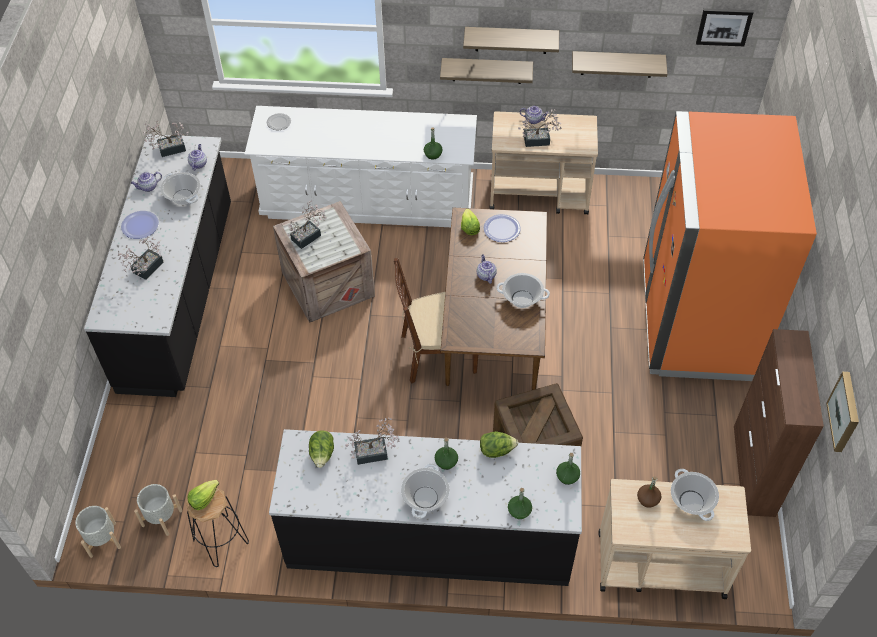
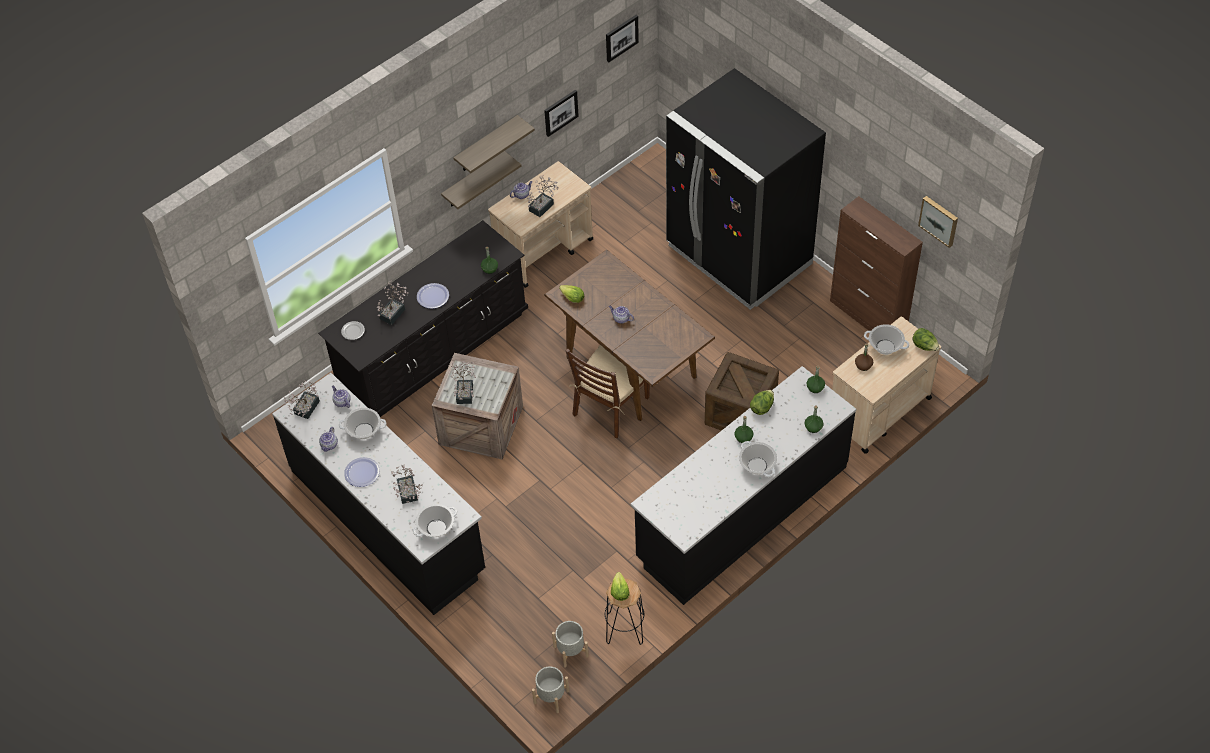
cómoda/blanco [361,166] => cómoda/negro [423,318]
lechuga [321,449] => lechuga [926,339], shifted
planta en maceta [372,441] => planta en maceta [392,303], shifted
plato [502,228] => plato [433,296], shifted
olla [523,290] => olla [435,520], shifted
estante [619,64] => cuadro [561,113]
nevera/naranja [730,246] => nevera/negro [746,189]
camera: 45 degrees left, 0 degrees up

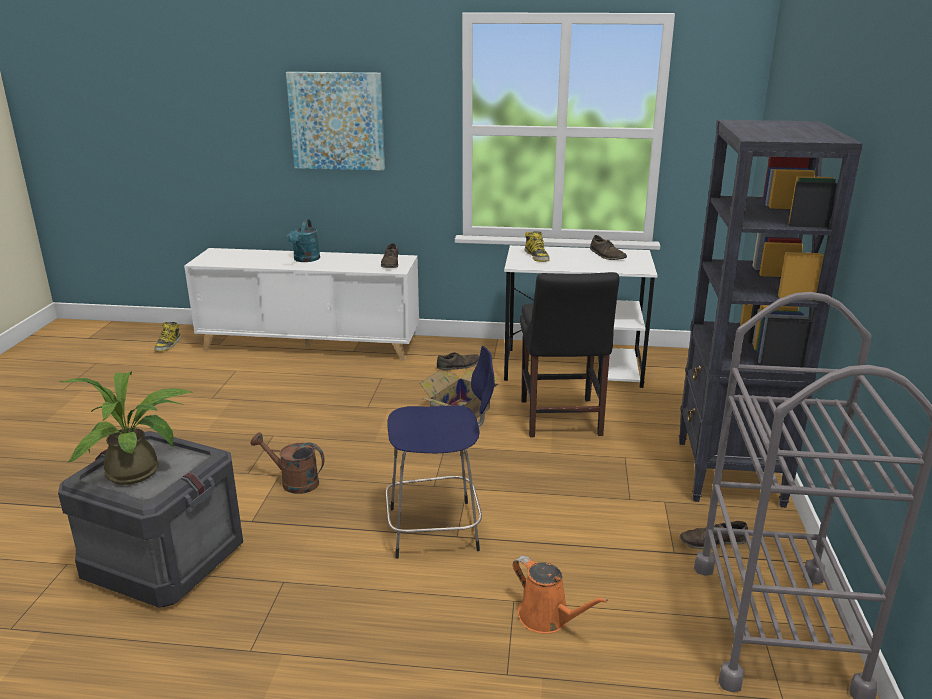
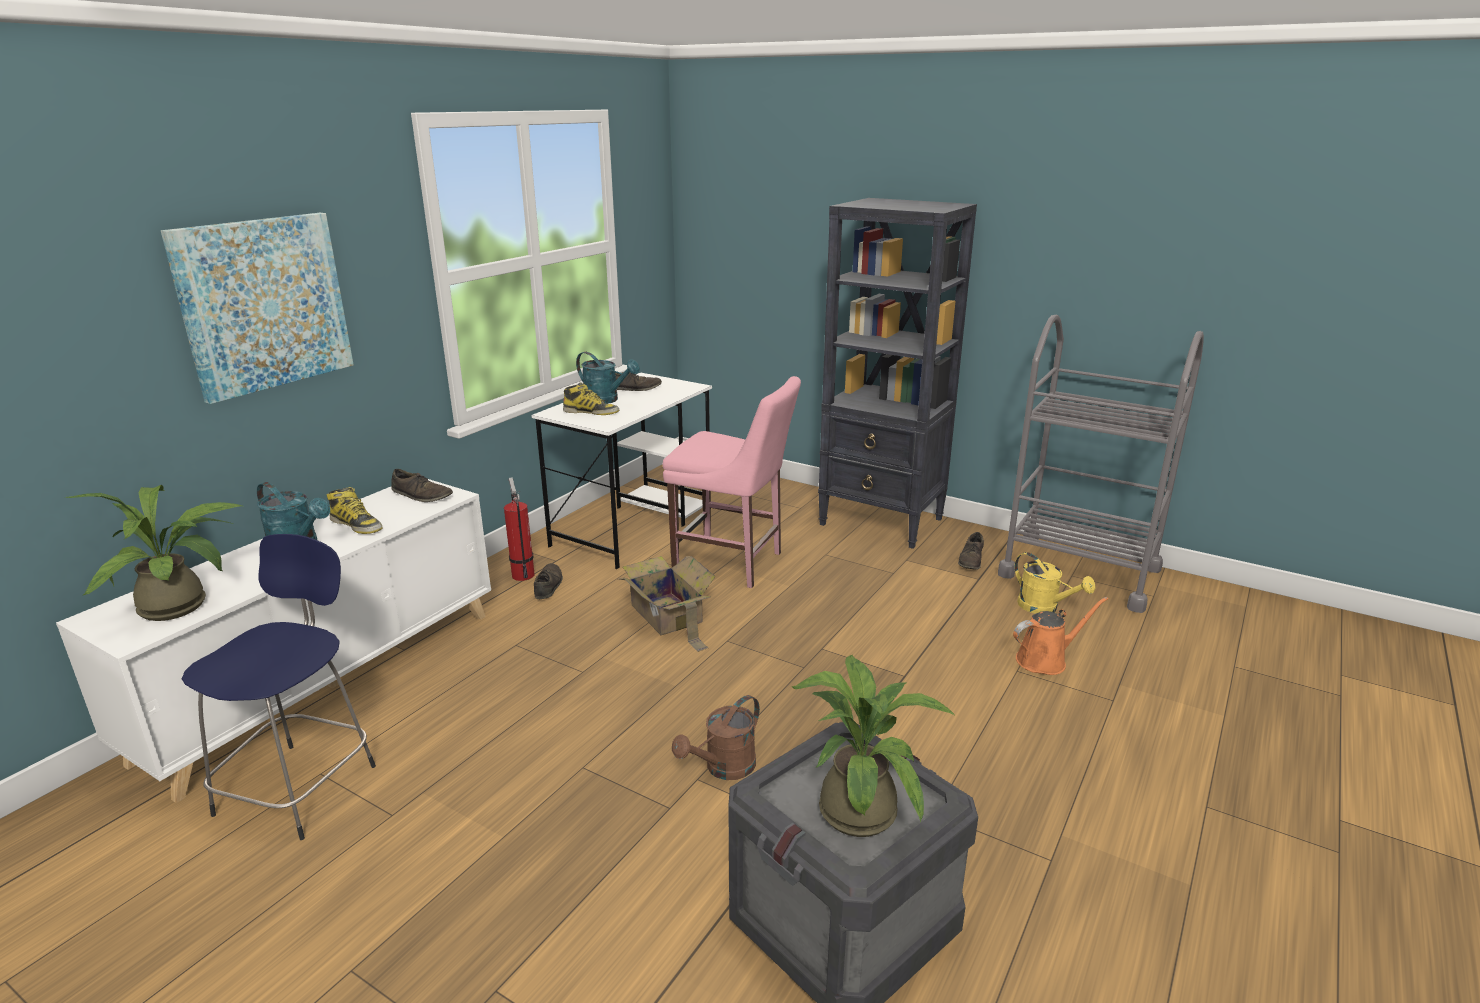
bota [167,337] => bota [354,510], shifted
taburete/azul [440,452] => taburete/azul [279,687], shifted
silla/negro [569,354] => silla/rosa [732,482]
nothing => planta en maceta [153,553]
nothing => extintor [519,529]
nothing => regadera/turquesa [608,378]
nothing => regadera/amarillo [1054,583]
camera: 65 degrees left, 0 degrees up

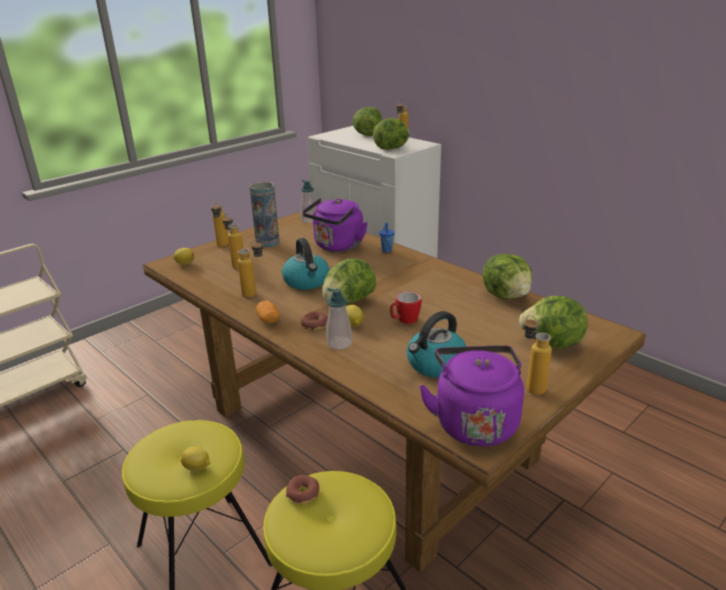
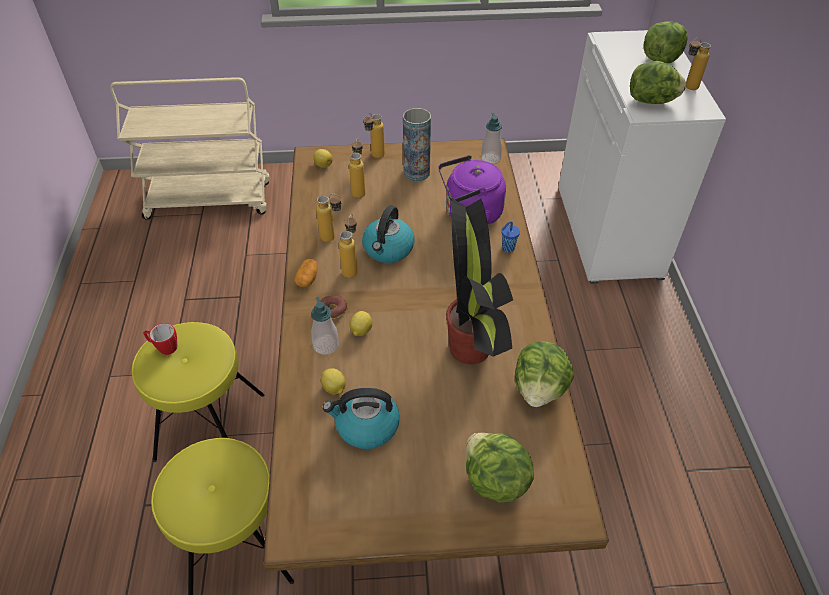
limón [195,459] => limón [333,381], shifted
rosquilla [302,489] => nothing
lechuga [349,281] => nothing
taza grande [406,307] => taza grande [160,339], shifted
hervidor/morado [471,395] => nothing
botella [538,355] => botella [348,246], shifted
nothing => planta en maceta [479,281]
camera: 40 degrees right, 20 degrees up

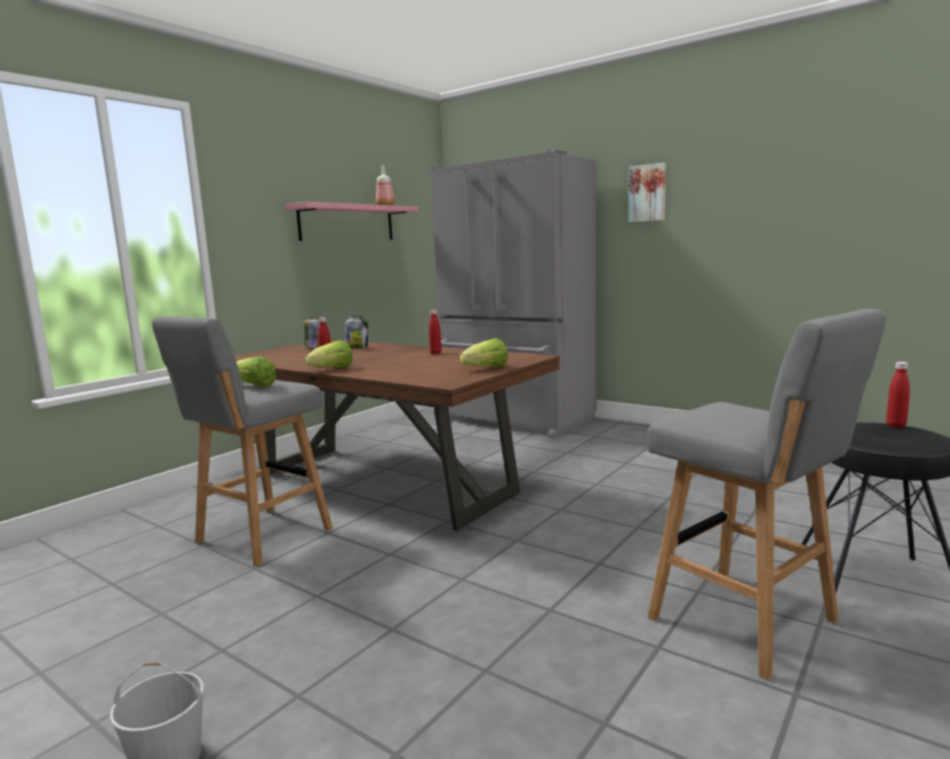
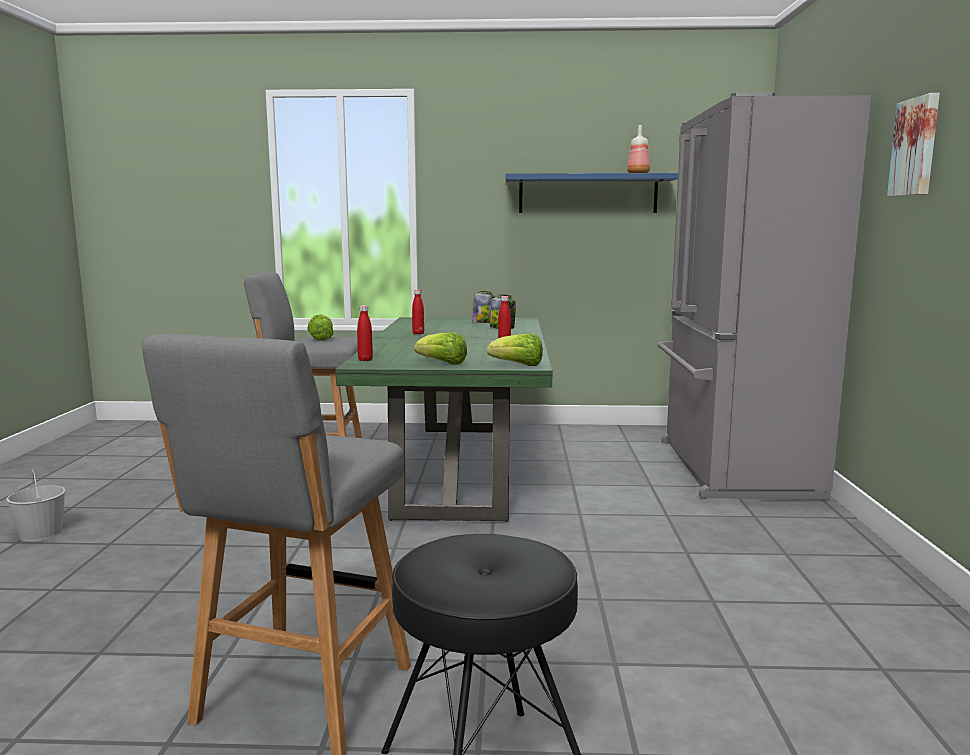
mesa de comedor/marrón [397,435] => mesa de comedor/verde [444,419]
estante/rosa [351,221] => estante/azul [591,193]
lechuga [329,354] => lechuga [515,349], shifted
botella/rojo [898,395] => botella/rojo [365,333], shifted
camera: 55 degrees right, 0 degrees up

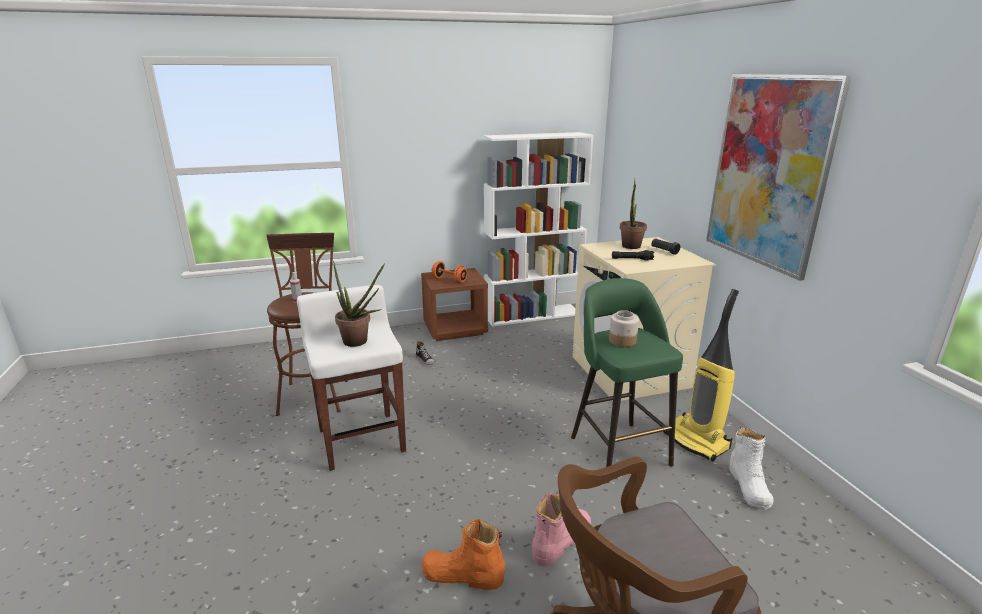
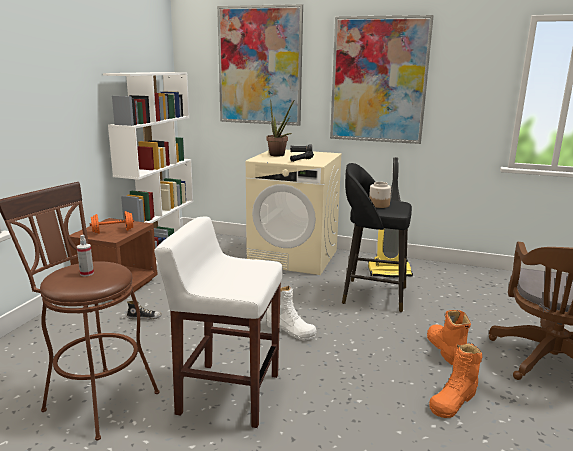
planta en maceta [359,304] => nothing
bota/rosa [561,529] => bota/naranja [449,337]
taburete/verde [627,380] => taburete/negro [377,237]
bota/blanco [751,469] => bota/blanco [292,313], shifted
nothing => cuadro [260,65]
camera: 55 degrees left, 5 degrees down

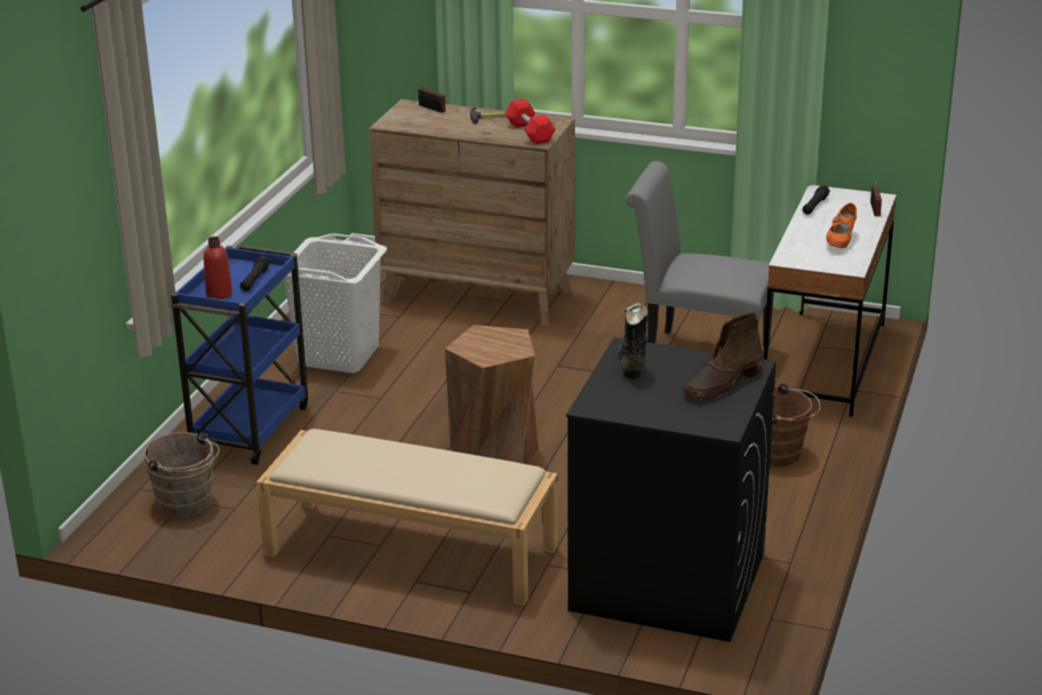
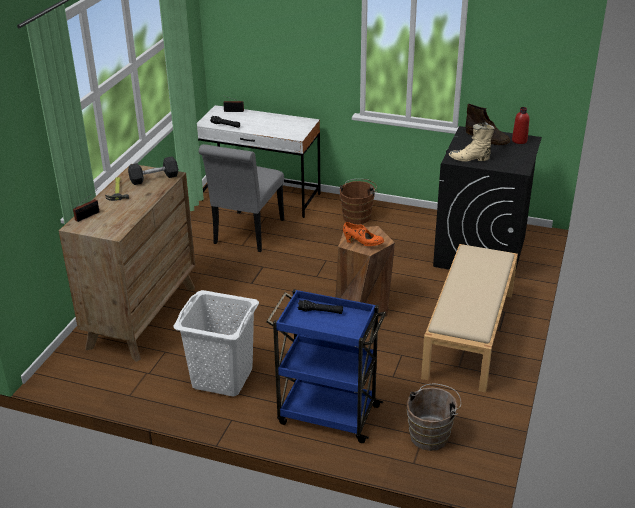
botella/rojo [217,268] => botella/rojo [520,125], shifted
mancuerna/rojo [530,121] => mancuerna/gris [153,170]
bota/negro [633,341] => bota/beis [472,141]
zapato/naranja [841,225] => zapato/naranja [363,234], shifted
camera: 90 degrees left, 5 degrees up

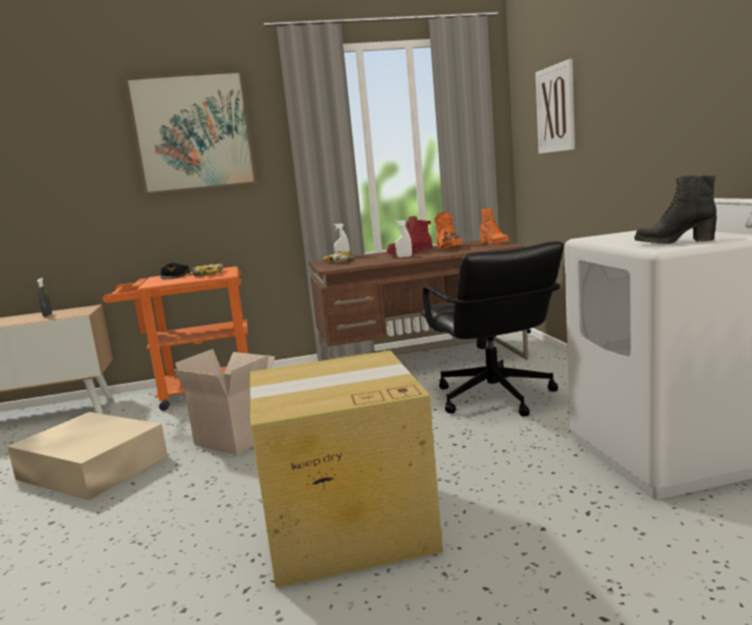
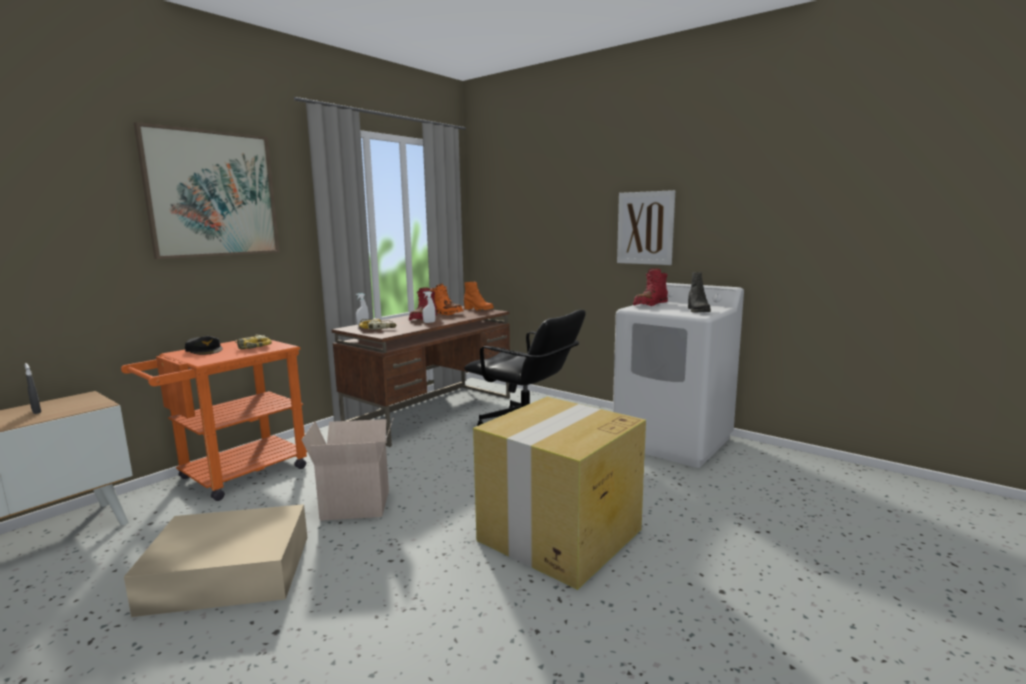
cuadro [555,106] => cuadro [646,227], shifted
bota/negro [676,209] => bota/negro [699,292], 60 degrees counterclockwise
nothing => bota/rojo [650,287]
camera: 40 degrees left, 0 degrees up

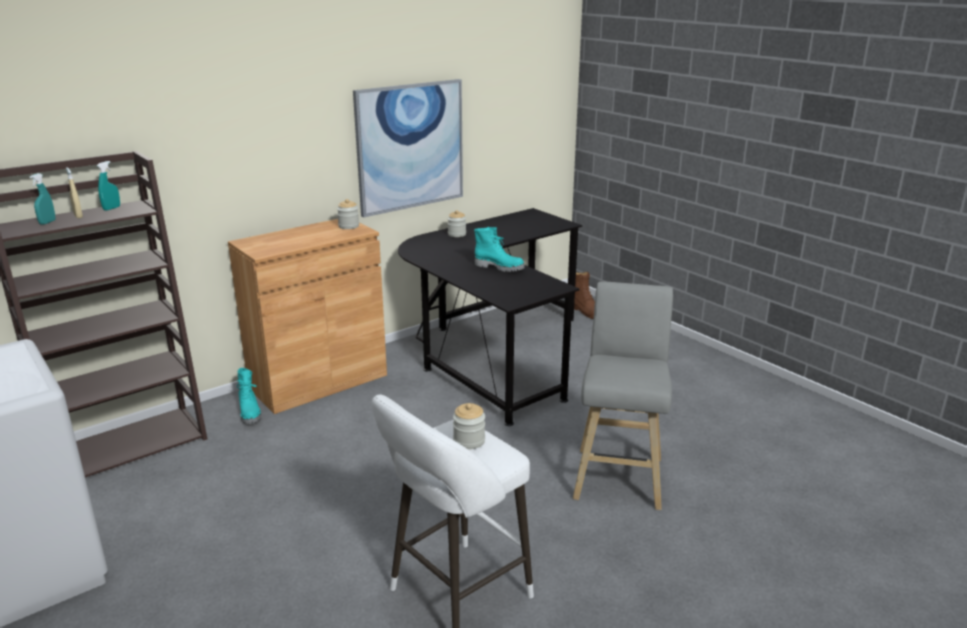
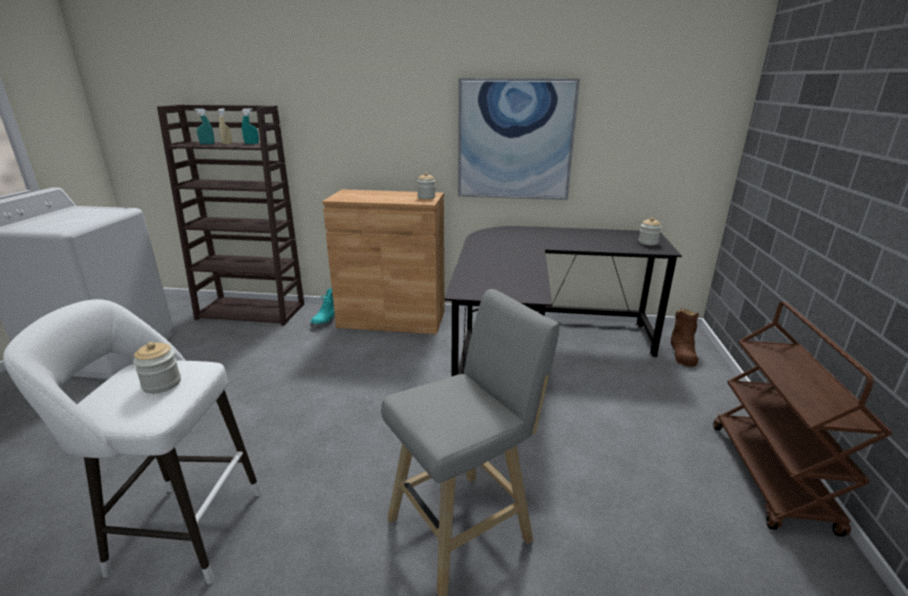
tarro [457,223] => tarro [649,231], shifted
bota/turquesa [499,249] => nothing
nothing => carrito/marrón [802,419]
camera: 45 degrees right, 0 degrees up

